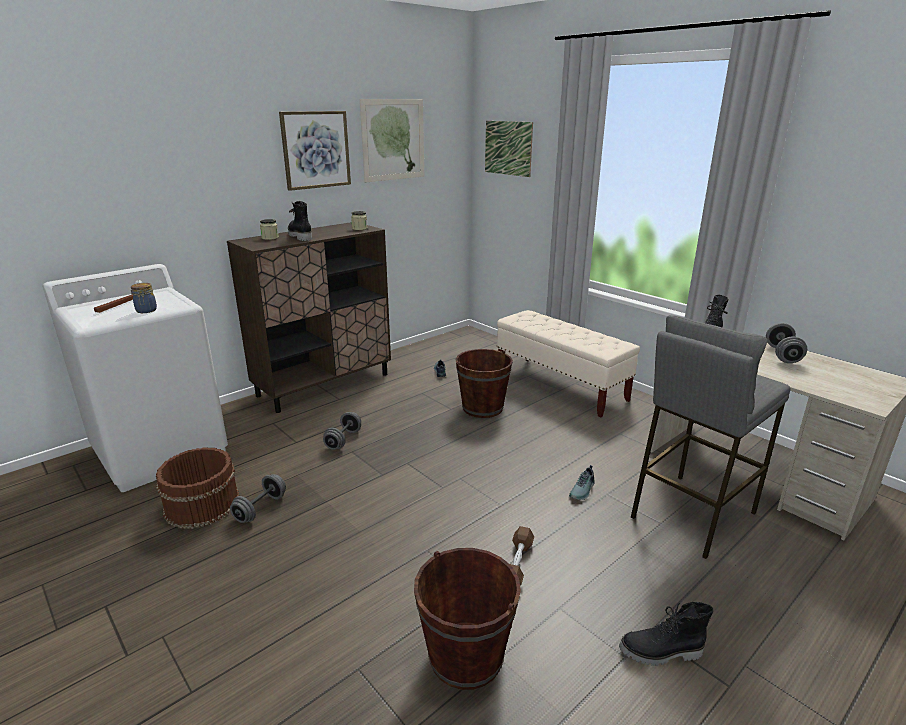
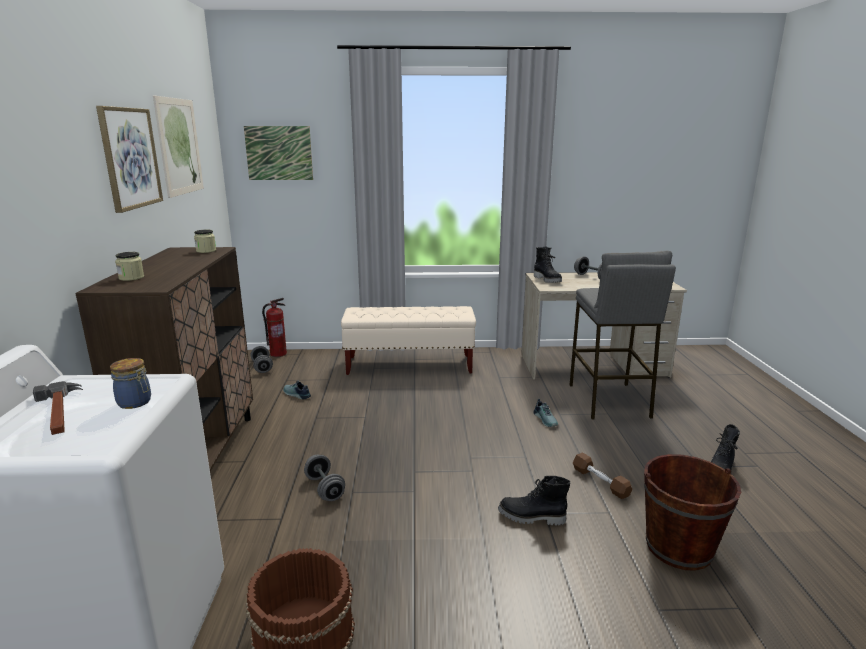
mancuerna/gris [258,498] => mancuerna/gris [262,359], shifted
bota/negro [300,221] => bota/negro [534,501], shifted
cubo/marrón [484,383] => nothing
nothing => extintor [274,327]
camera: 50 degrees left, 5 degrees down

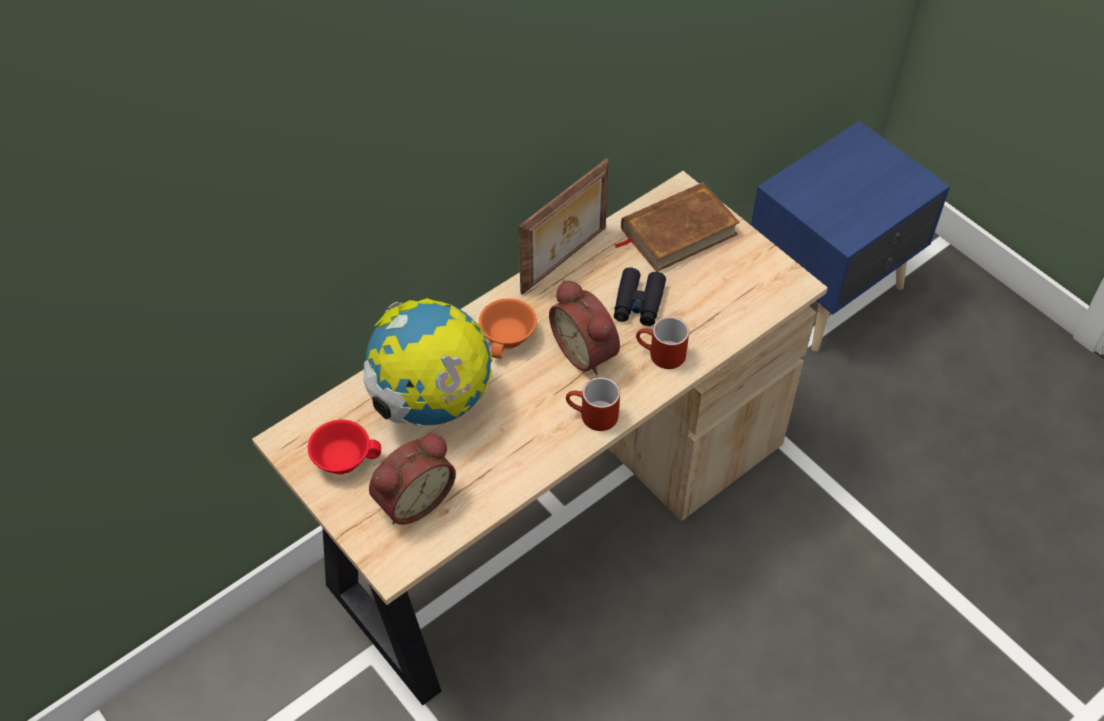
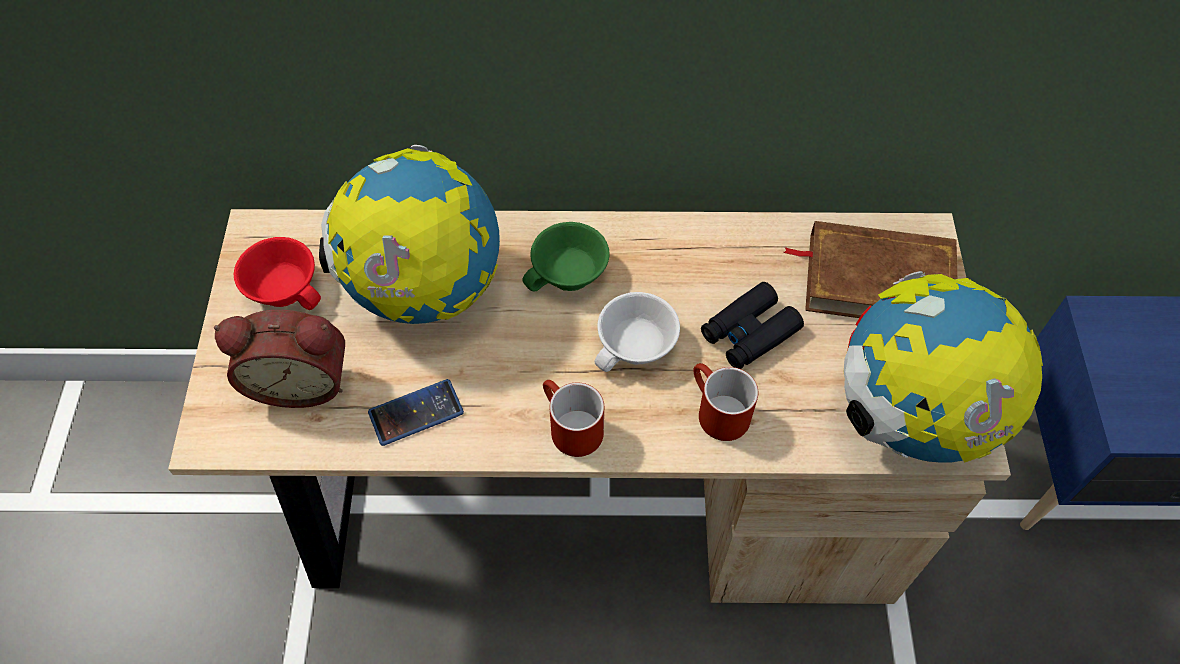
taza/naranja [508,328] => taza/verde [566,256]
portarretratos [563,226] => nothing
despertador [584,327] => taza/blanco [637,332]
nothing => móvil [416,412]
nothing => globo terráqueo [943,367]
camera: 40 degrees right, 5 degrees up

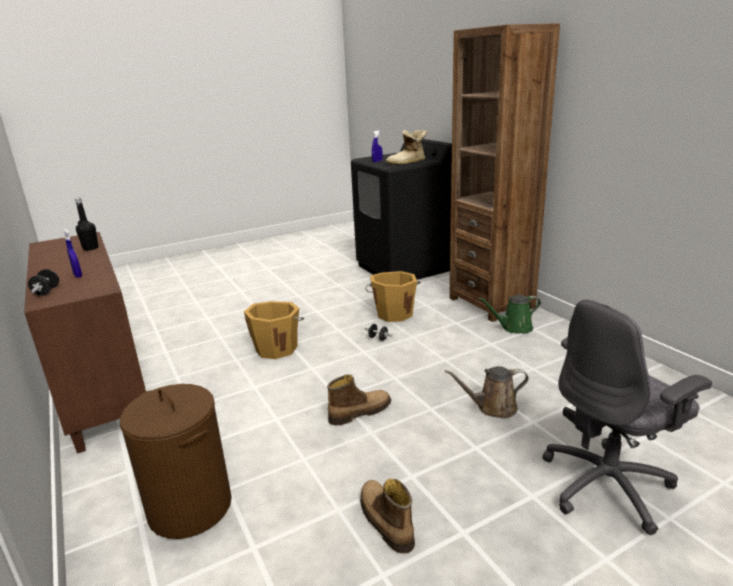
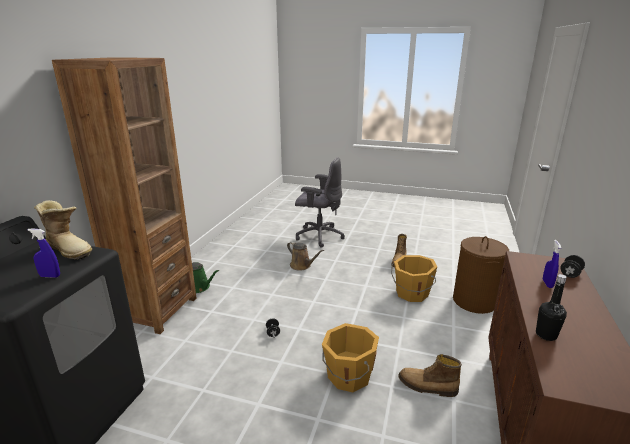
bota [359,400] => bota [430,375], shifted
cubo/naranja [393,296] => cubo/naranja [414,278], shifted
camera: 135 degrees left, 0 degrees up

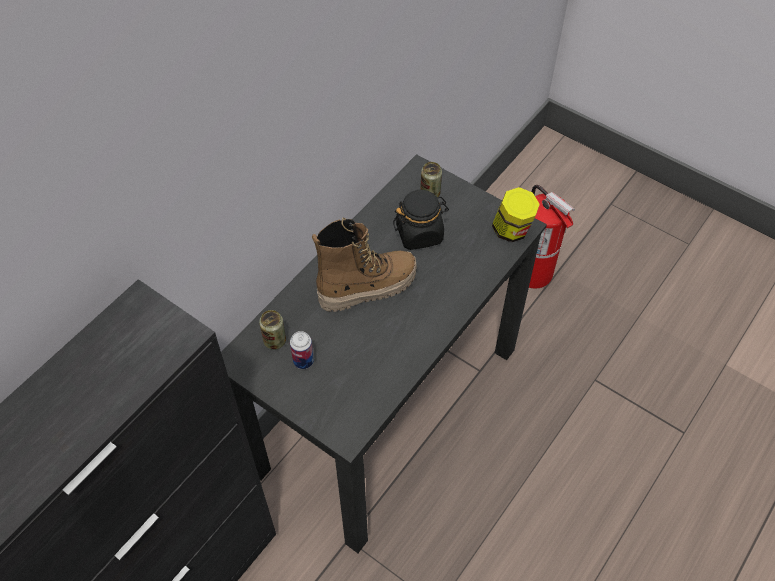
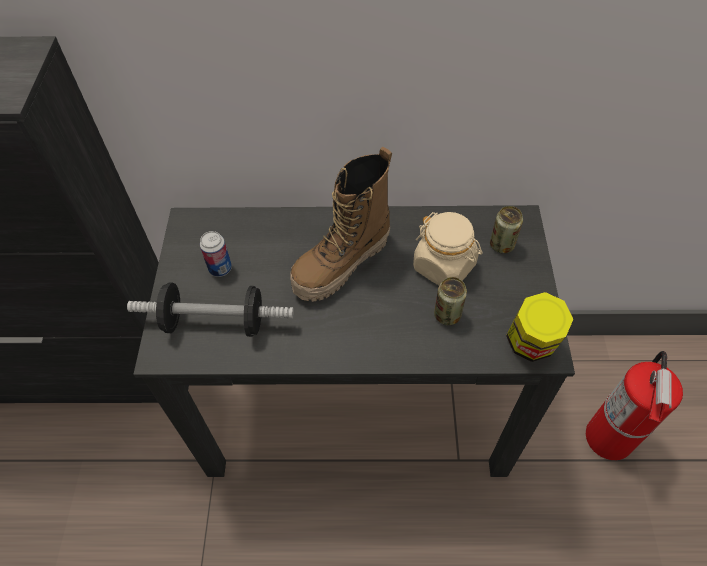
lata [272,330] => lata [450,301], shifted
bota [364,265] => bota [341,224], 105 degrees clockwise
tarro/negro [421,220] => tarro/beis [448,248]
nothing => mancuerna [210,310]
camera: 55 degrees right, 0 degrees up

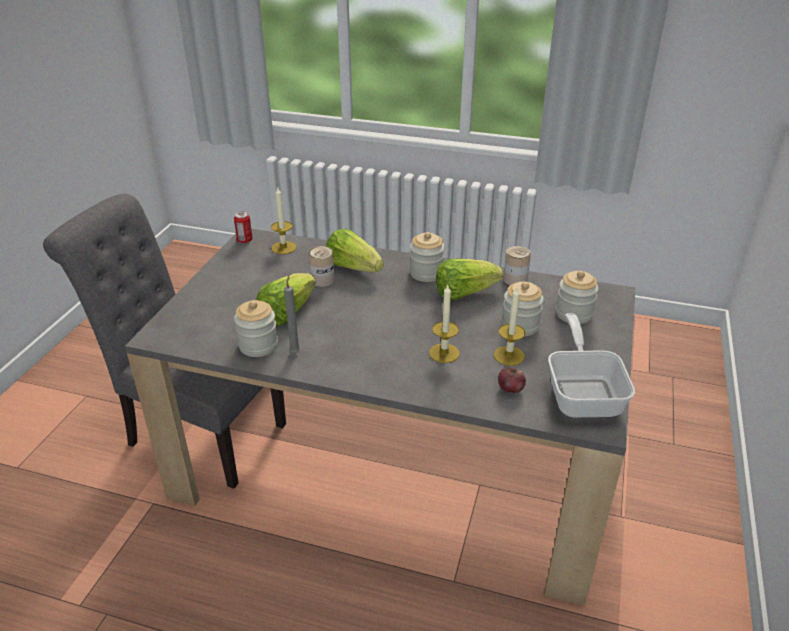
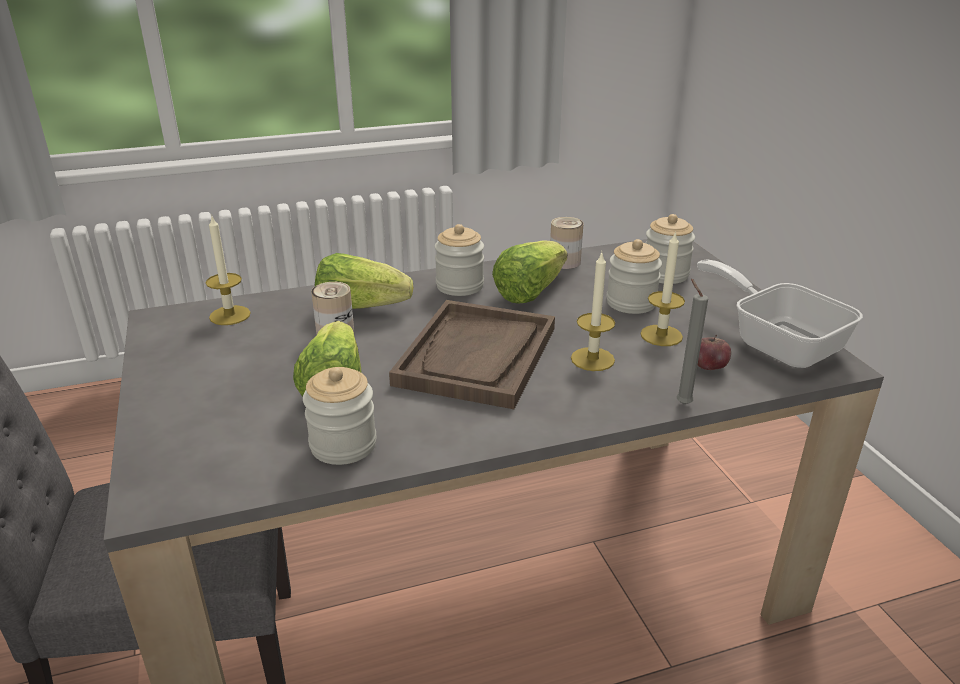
lata [243,227] => nothing
vela/gris [292,314] => vela/gris [692,341], shifted
nothing => bandeja/marrón [472,354]
camera: 35 degrees left, 5 degrees down

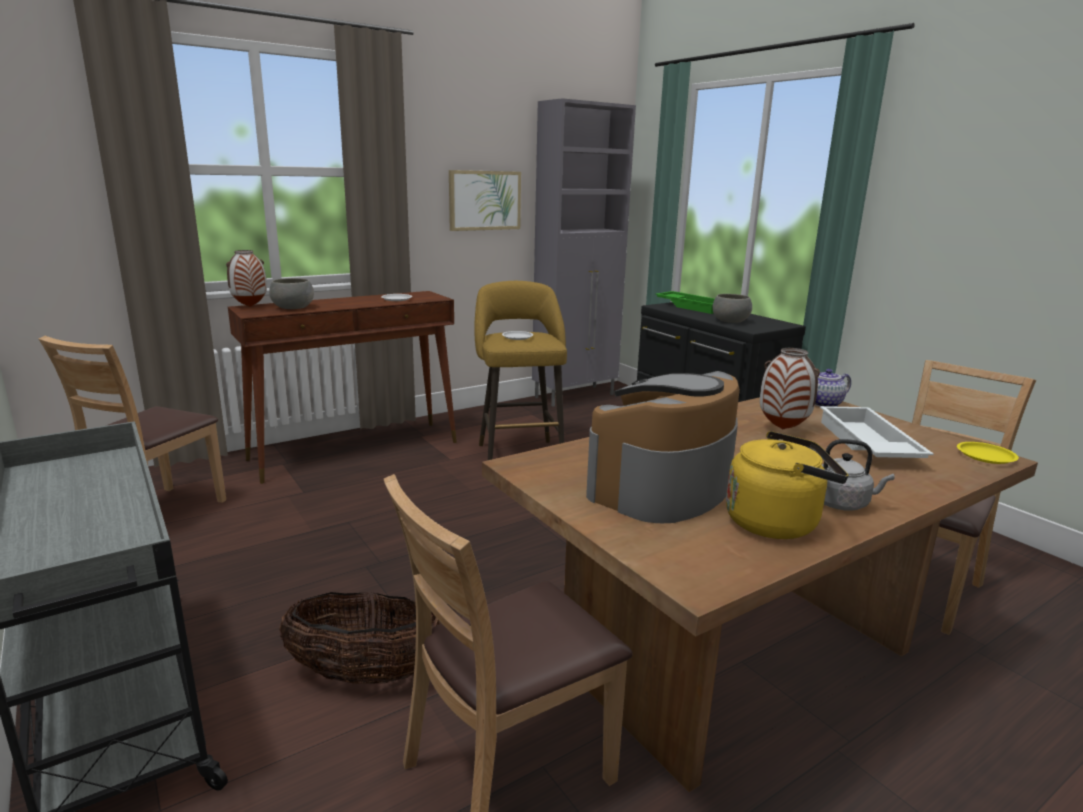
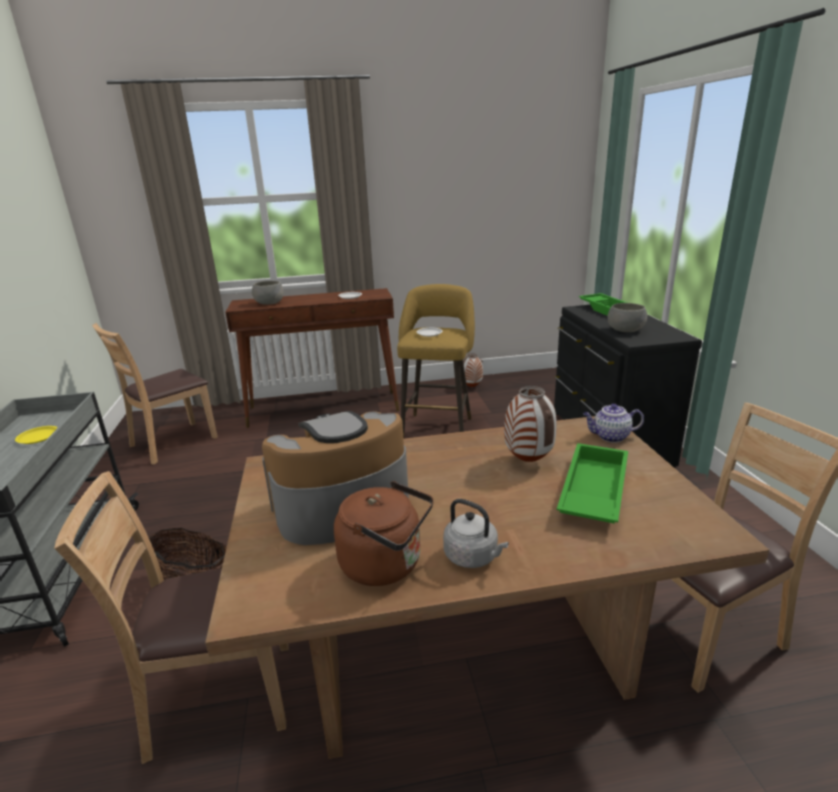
florero [246,278] => florero [473,370], shifted
cuadro [485,200] => nothing
armario/gris [584,252] => nothing
hervidor/amarillo [787,485] => hervidor/marrón [384,533]
bandeja/blanco [877,432] => bandeja/verde [592,483]
plato/amarillo [988,453] => plato/amarillo [36,435], shifted
camera: 25 degrees right, 5 degrees up

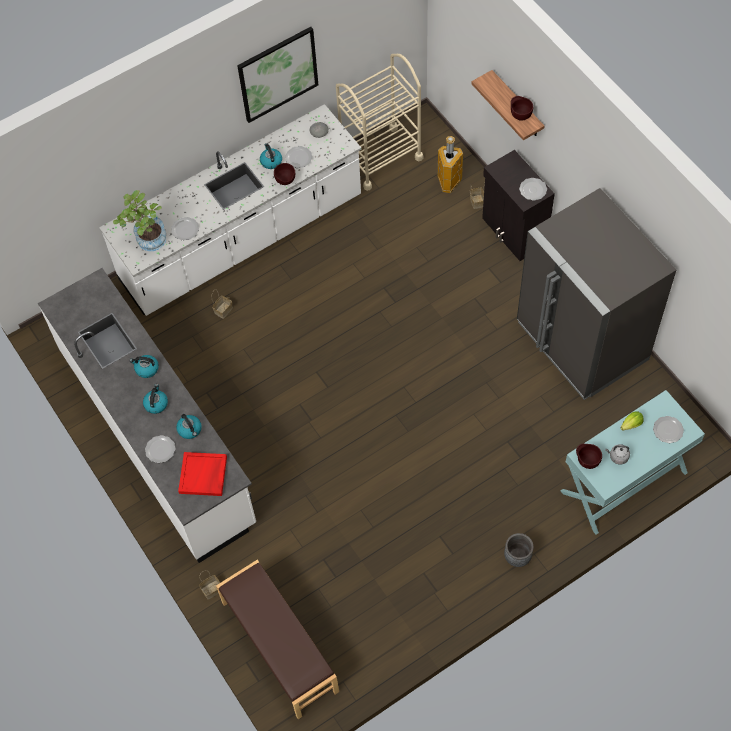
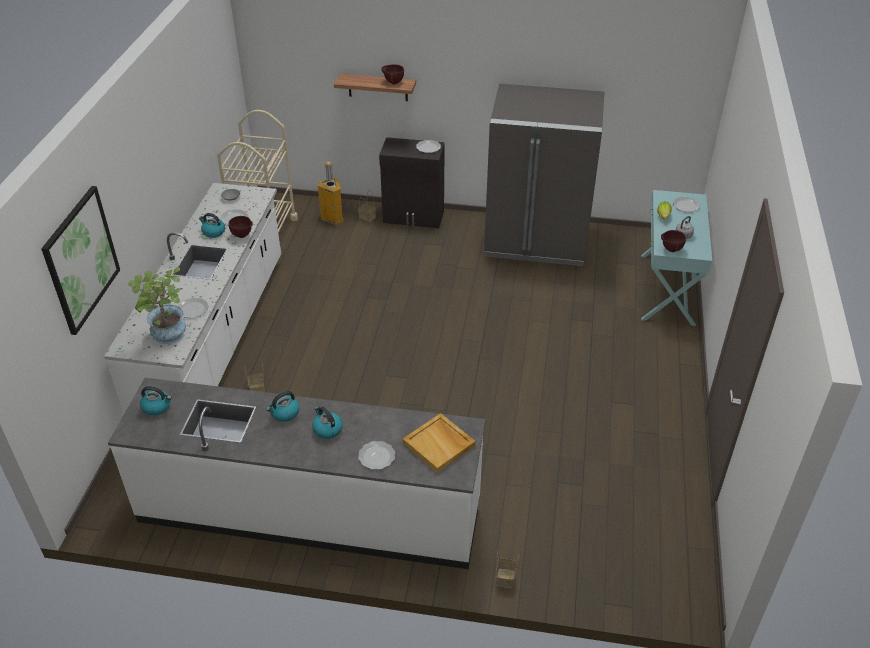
hervidor [189,426] => hervidor [156,400], shifted
bandeja/rojo [202,474] => bandeja/beis [439,443]
banco/marrón [277,639] => nothing
cuadro [277,75] => cuadro [80,260], shifted
maceta/gris [518,550] => nothing
camera: 50 degrees left, 20 degrees down

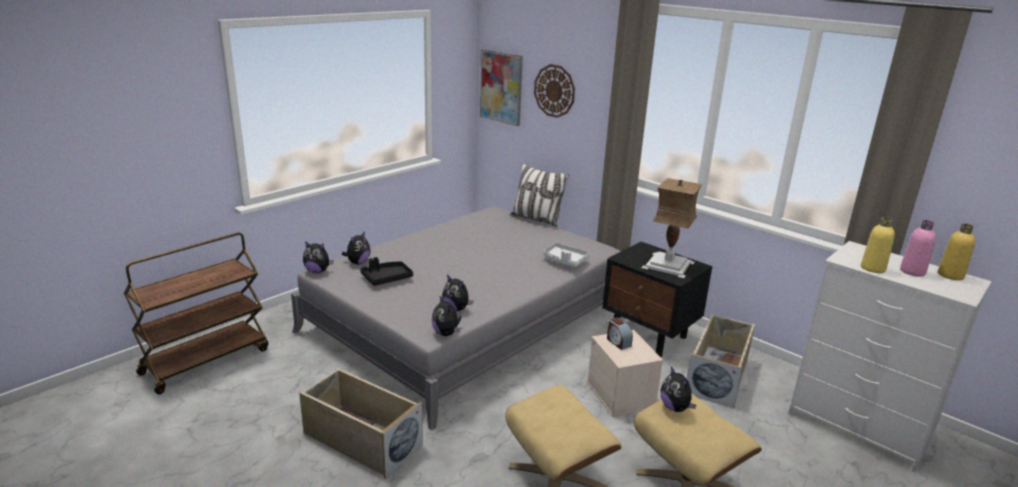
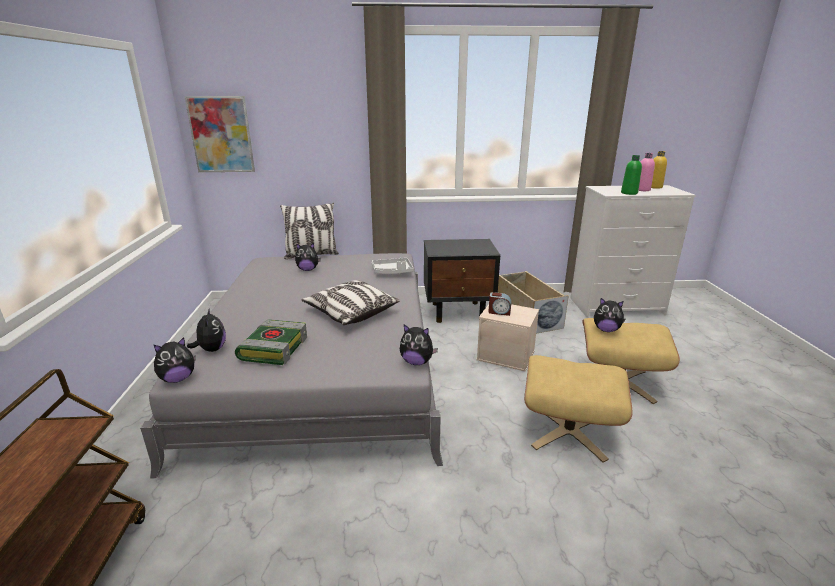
caja de almacenaje/beis [361,423] => nothing
bandeja/negro [386,271] => libro [271,342]
peluche [457,293] => peluche [308,257], shifted
reloj de pared [554,91] => nothing
lámpara de mesa [672,228] => nothing
botella/amarillo [878,245] => botella/verde [631,175]
nothing => cojín [351,302]
camera: 45 degrees left, 0 degrees up

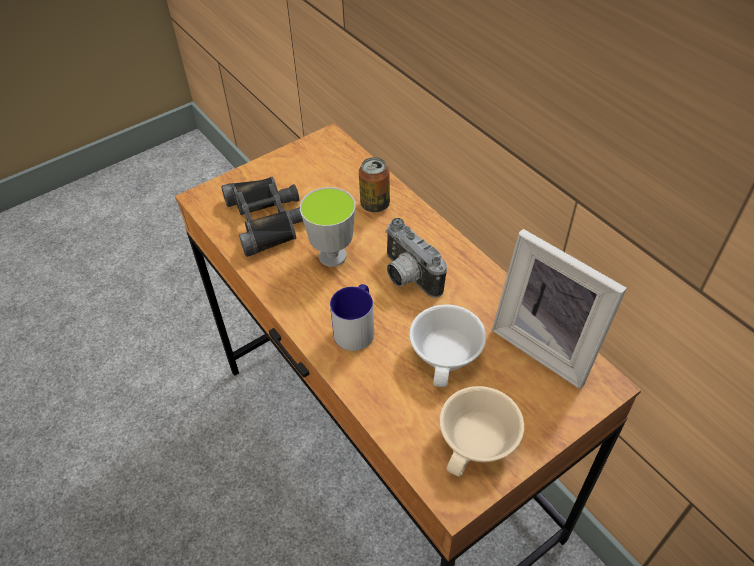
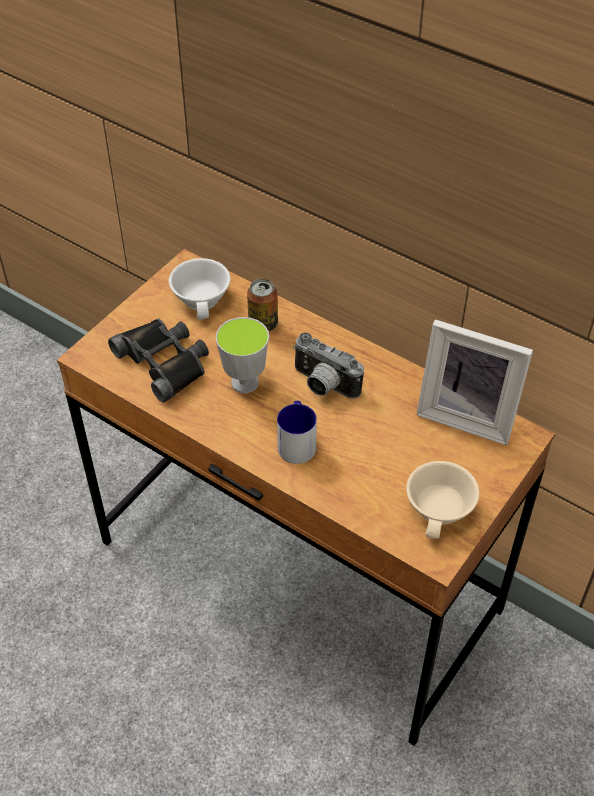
taza/blanco [447,346] => taza/blanco [199,289], shifted
camera: 20 degrees left, 0 degrees up

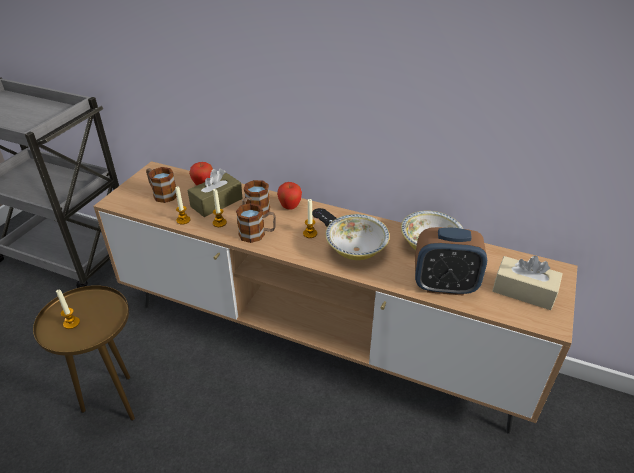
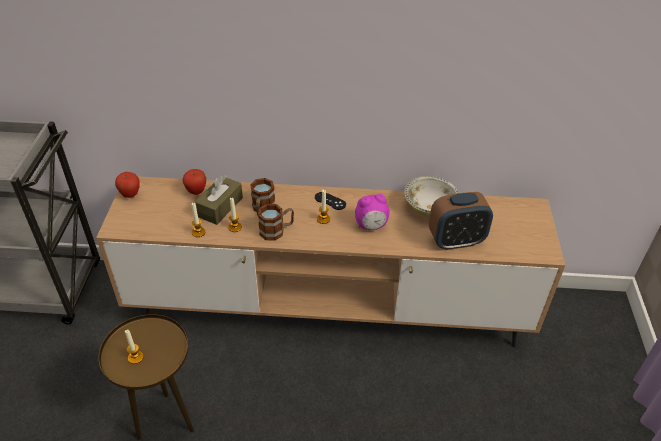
taza grande [161,185] => nothing
manzana [289,196] => manzana [127,185], shifted
cuenco [357,237] => despertador [372,212]
caja de pañuelos/beis [527,283] => nothing
camera: 20 degrees left, 5 degrees up

